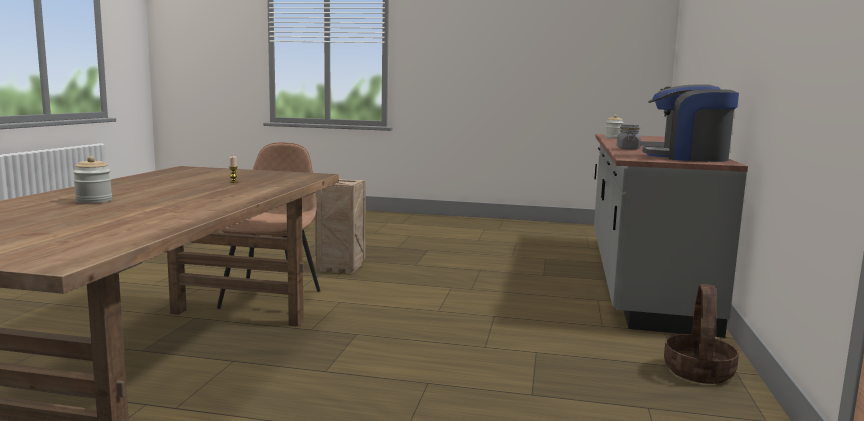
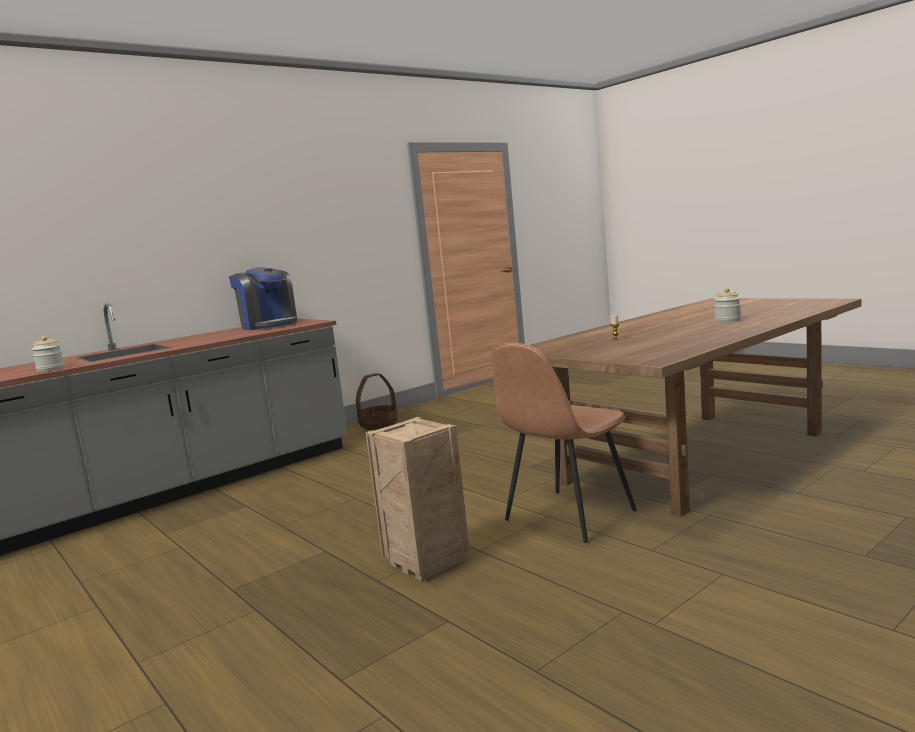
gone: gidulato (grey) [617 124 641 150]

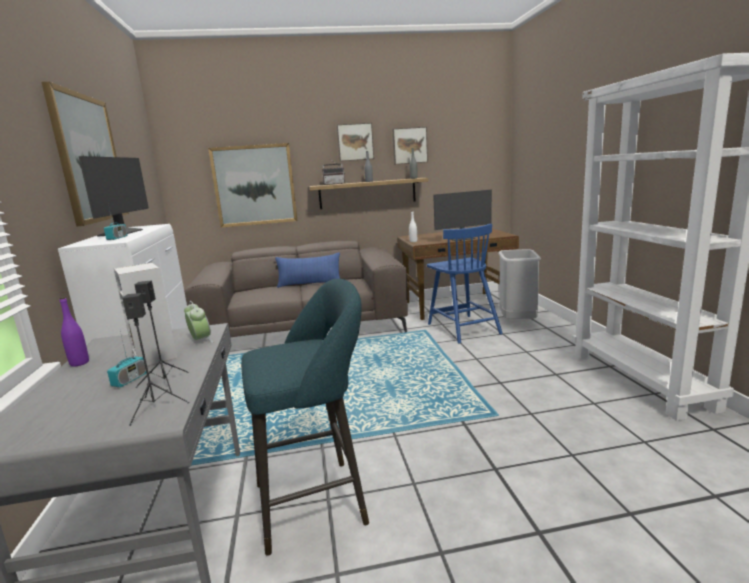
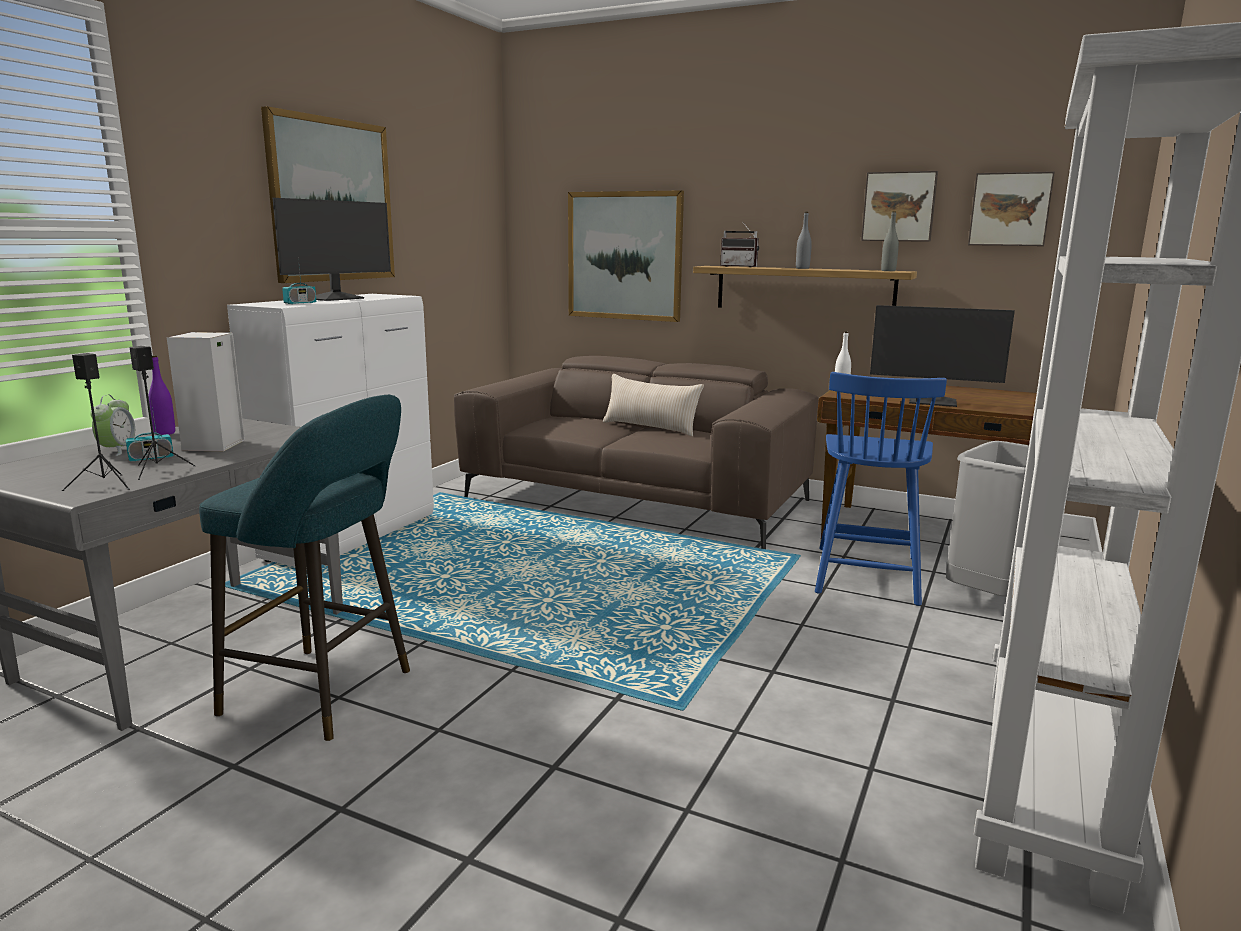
shifted: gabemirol [337 123 374 161] to [968 171 1055 246]; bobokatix [184 301 213 343] to [90 395 135 456]
repainted: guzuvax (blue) [275 253 340 288] to guzuvax (beige) [603 374 704 436]

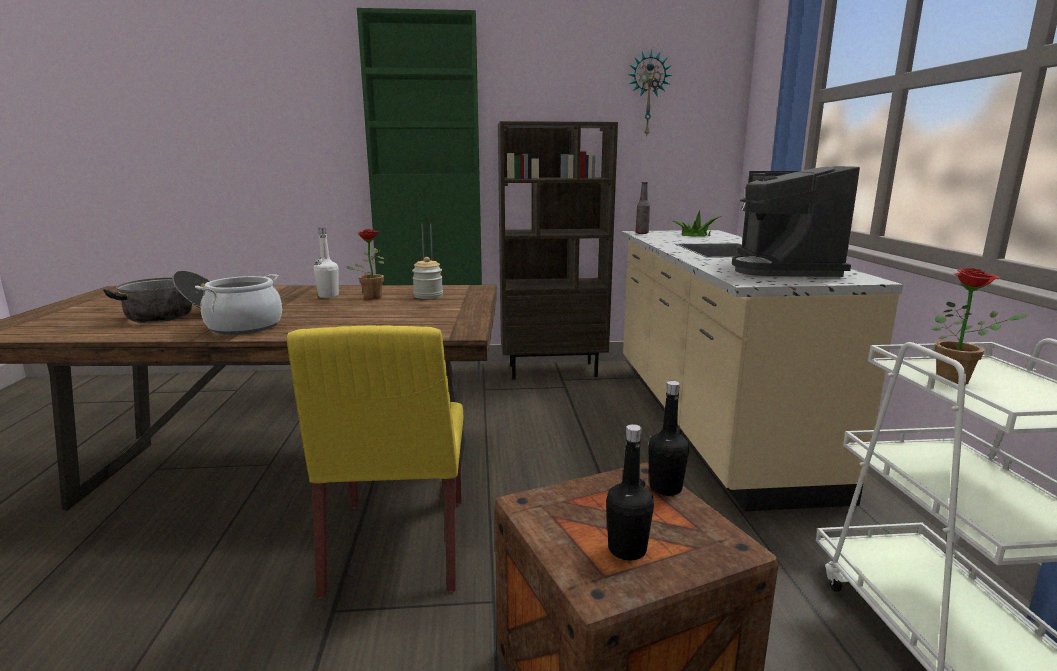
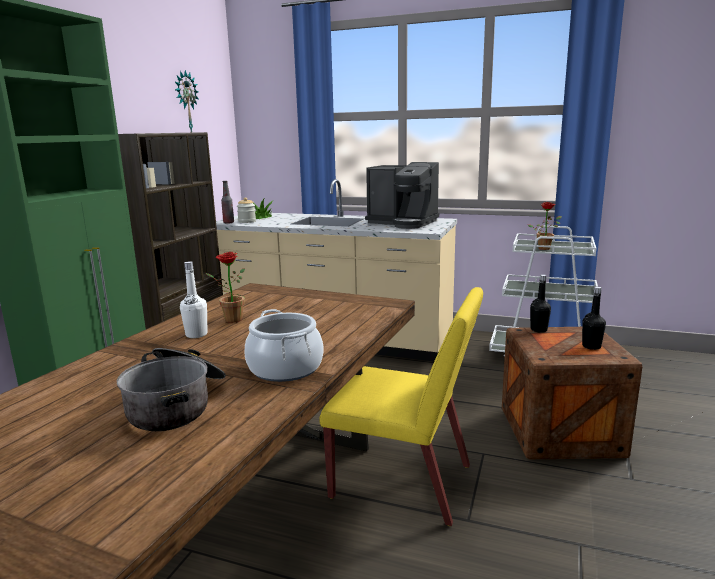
shifted: gidulato [412 257 443 299] to [237 197 256 223]

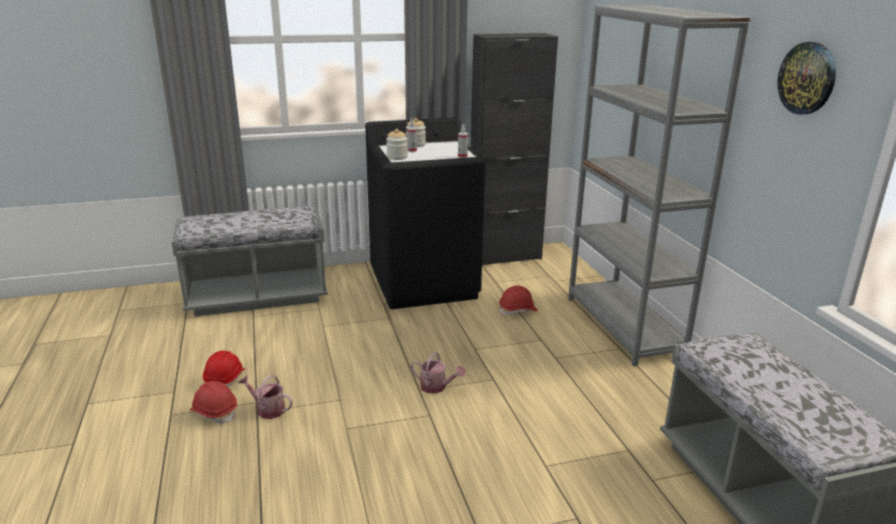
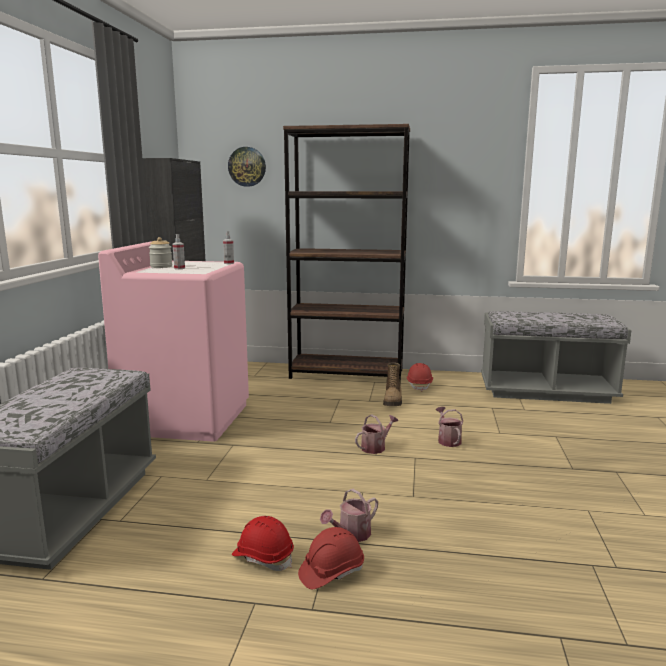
gone: gidulato [386 129 408 160]
new: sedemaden [383 362 402 406]; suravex [436 407 463 447]
shifted: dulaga [777 42 836 115] to [228 147 266 187]; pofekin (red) [499 285 538 315] to [407 363 433 391]
repainted: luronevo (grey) [568 5 751 367] to luronevo (brown) [283 124 410 383]; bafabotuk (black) [365 118 486 309] to bafabotuk (pink) [98 241 249 442]

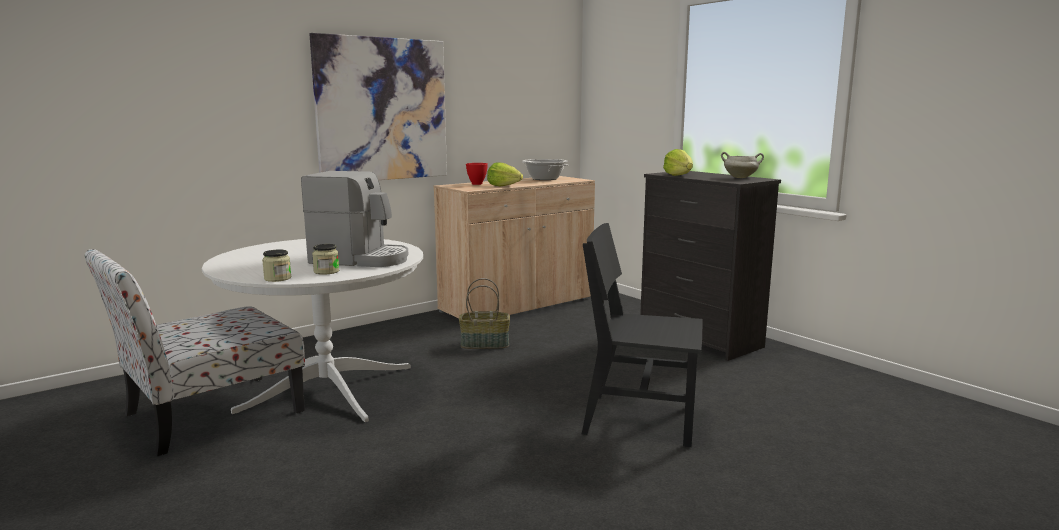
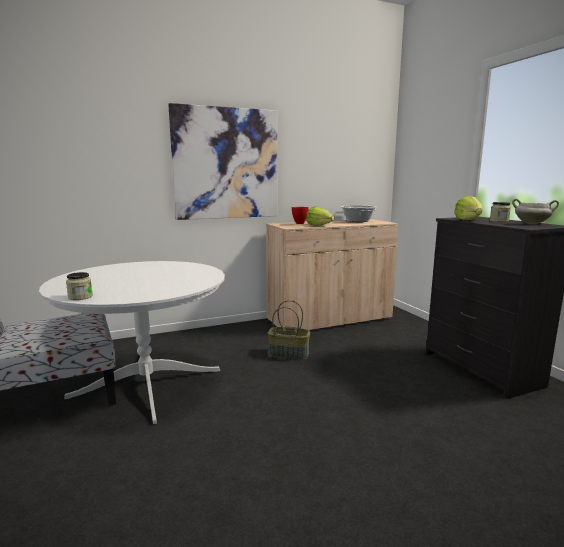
gone: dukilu [301 171 408 267]; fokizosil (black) [582 223 703 447]
shifted: gidulato [312 244 339 275] to [490 202 511 222]

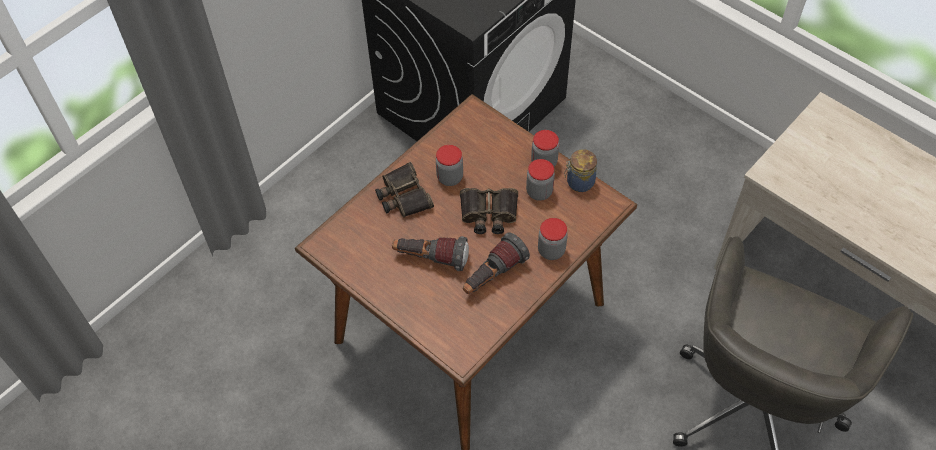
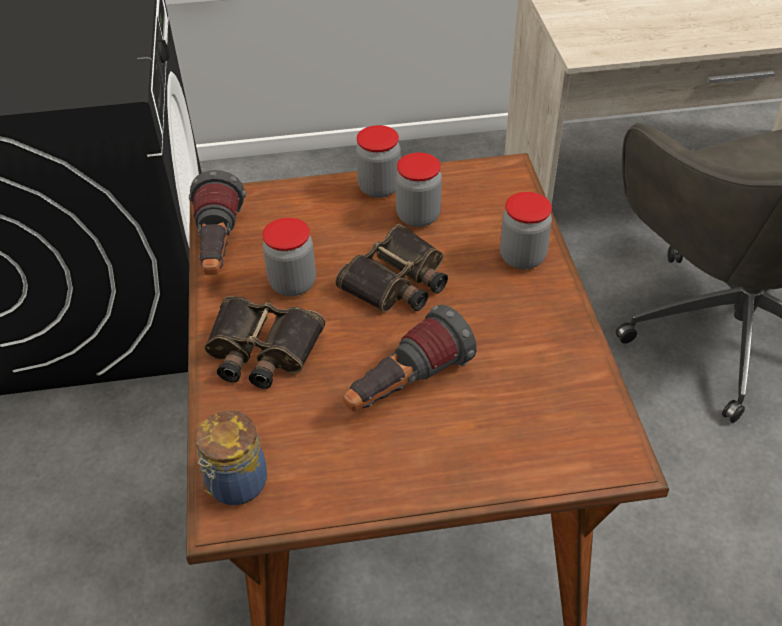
shifted: gidulato [564 149 597 192] to [196 411 267 505]; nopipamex [463 233 530 294] to [189 170 246 275]

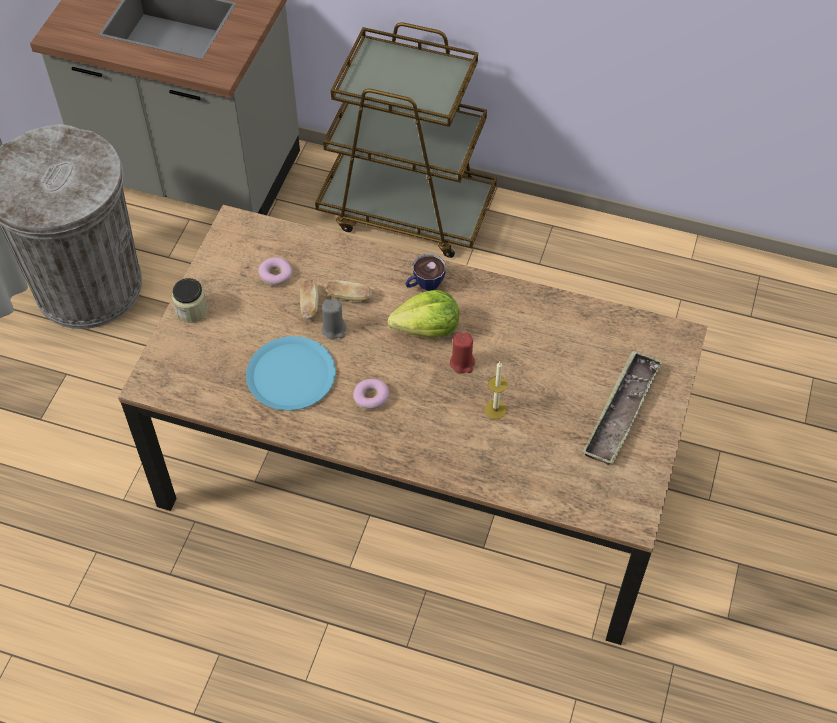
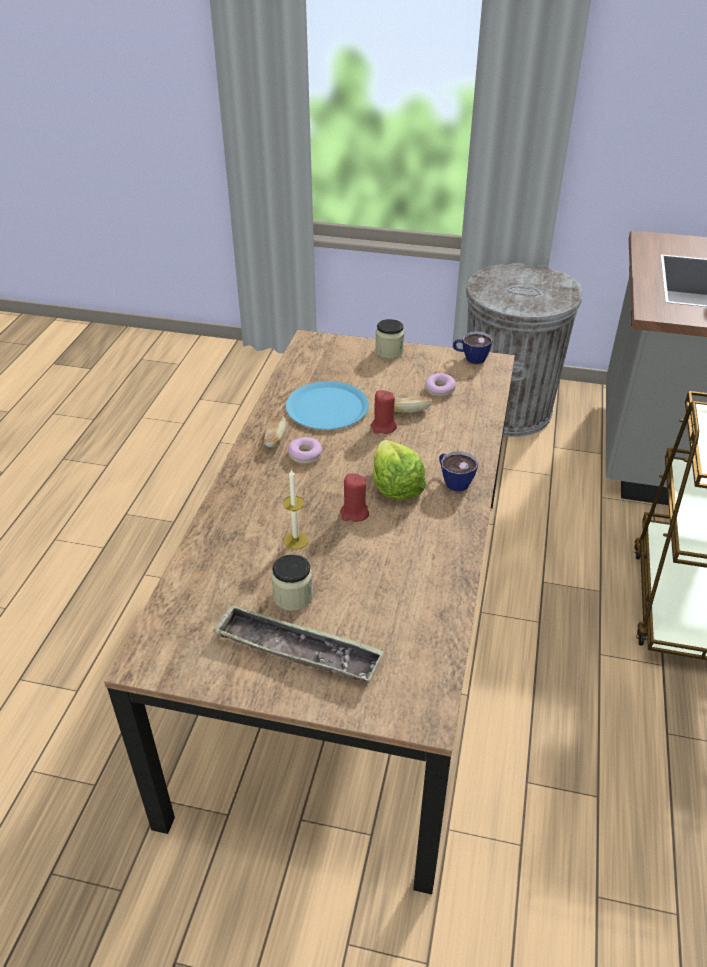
new: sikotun [453 331 493 364]; gidulato [271 554 313 611]
shifted: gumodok [325 280 372 301] to [264 415 286 447]
repainted: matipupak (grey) [322 299 346 340] to matipupak (red) [370 390 397 434]

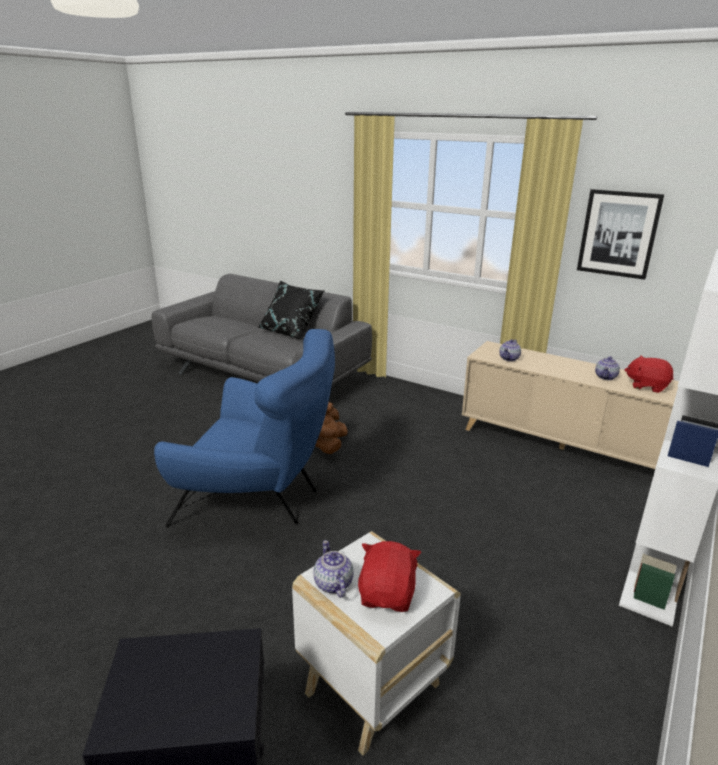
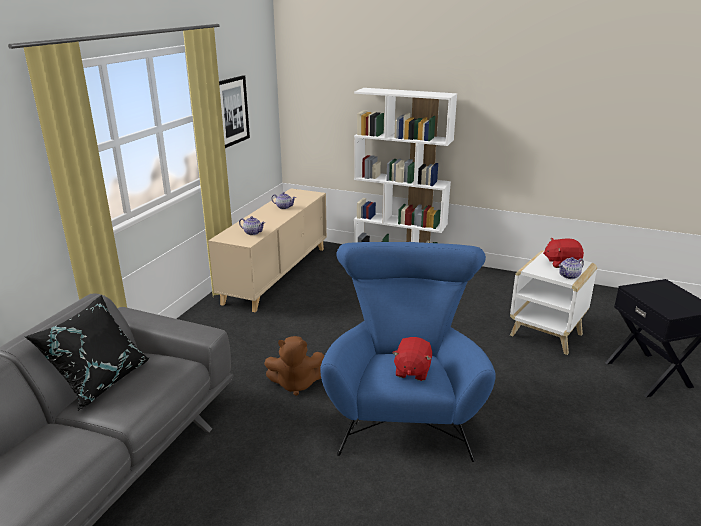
shifted: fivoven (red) [624 355 674 393] to [392 337 432 381]

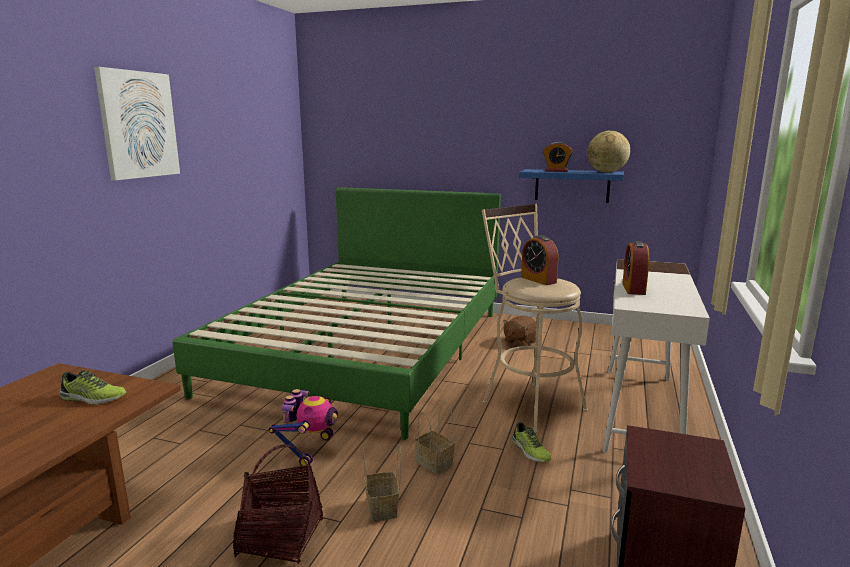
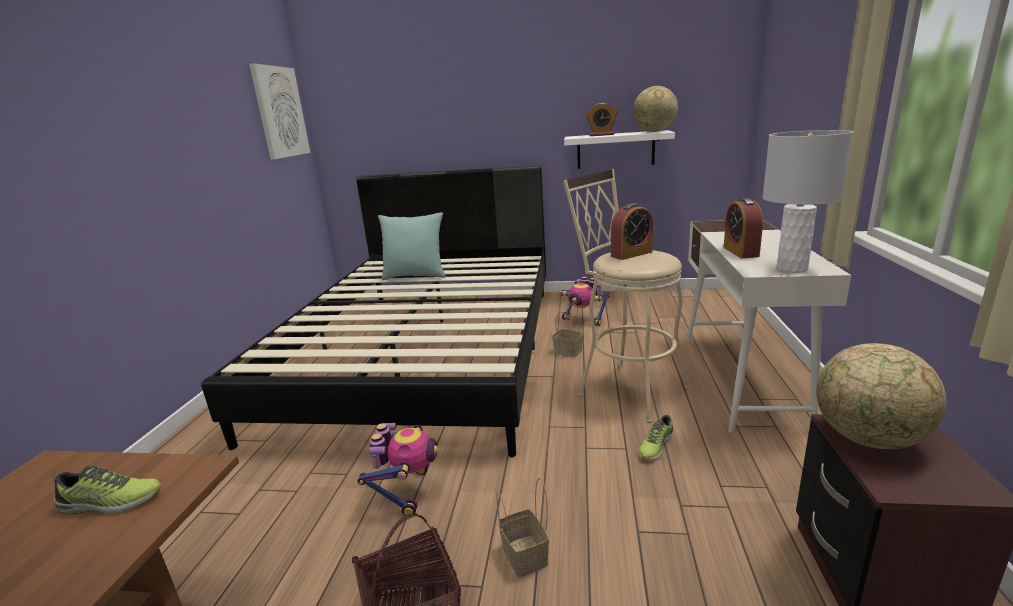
new: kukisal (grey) [762 130 854 273]; guzuvax (turquoise) [378 213 446 280]; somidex [816 343 947 449]
shifted: gabemirol [94 67 180 180] to [249 63 310 160]; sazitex [414 401 455 474] to [552 303 583 357]
swapped: fivoven (brown) [503 316 536 347] to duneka [561 277 610 326]
repainted: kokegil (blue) [519 169 624 203] to kokegil (white) [564 130 675 169]; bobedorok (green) [173 187 501 440] to bobedorok (black) [201 165 546 457]
rotated: bobokatix [521 235 559 285] = [611 203 653 260] 75 degrees counterclockwise; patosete [512 422 552 462] = [638 415 674 460] 75 degrees clockwise

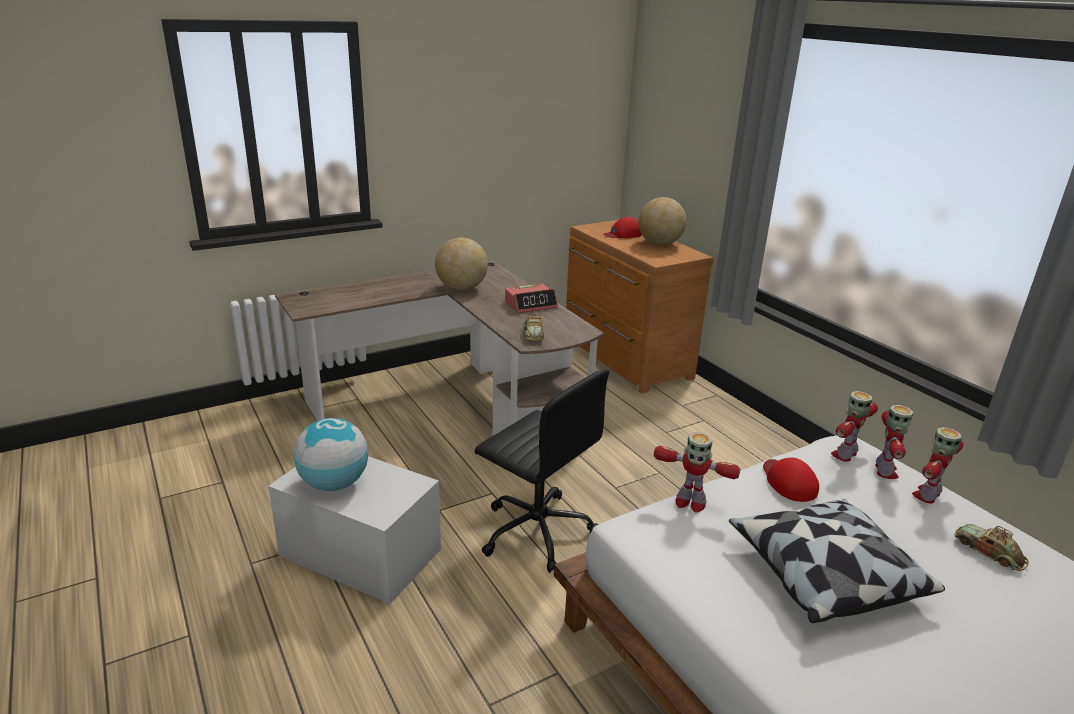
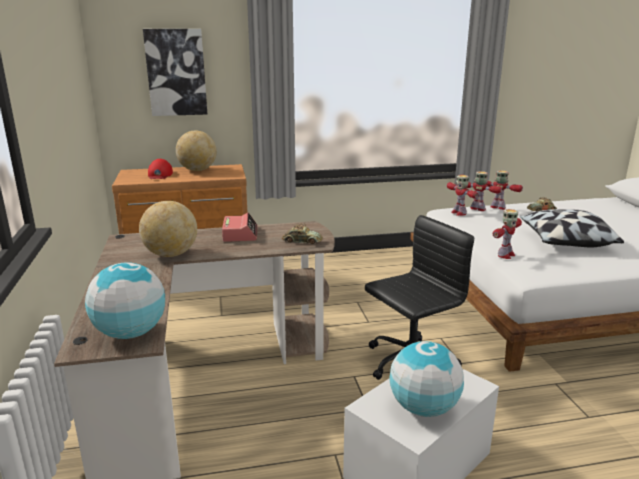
gone: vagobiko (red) [763 458 819 502]
new: gabemirol [143 29 207 116]; somidex [85 262 165 339]
rotated: duneka [912 427 963 503] = [485 170 523 210] 150 degrees clockwise

